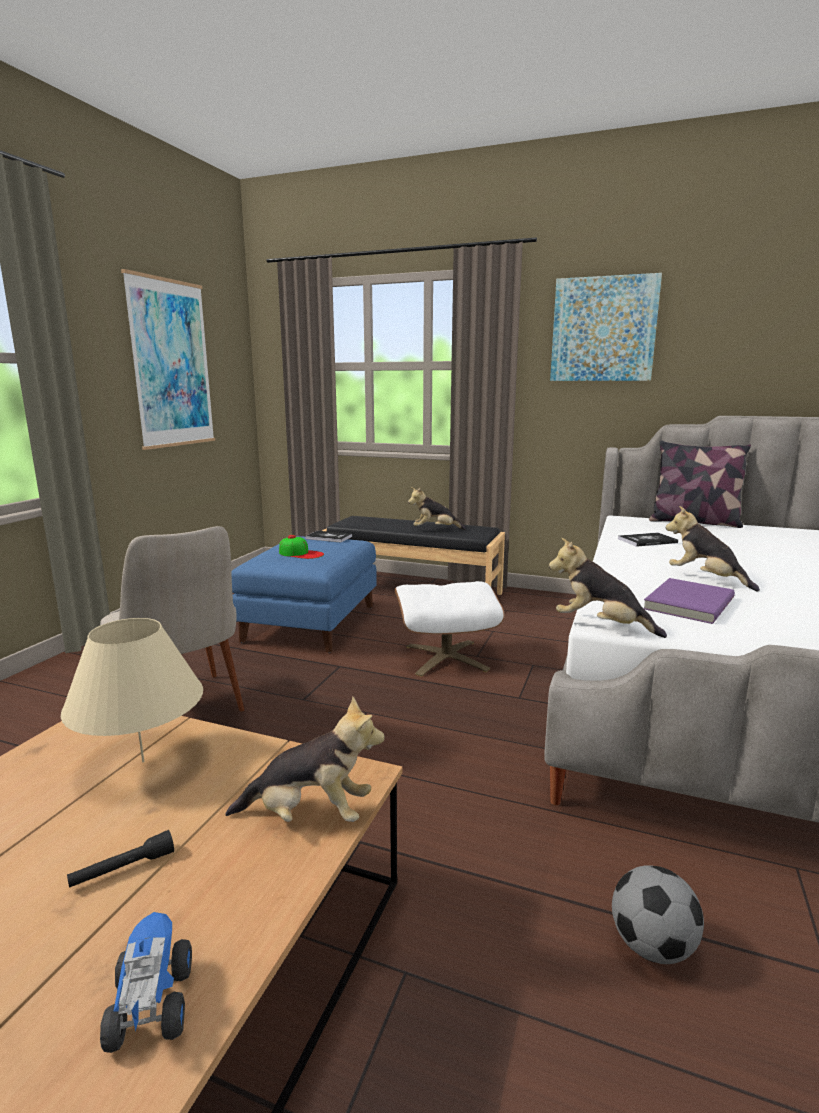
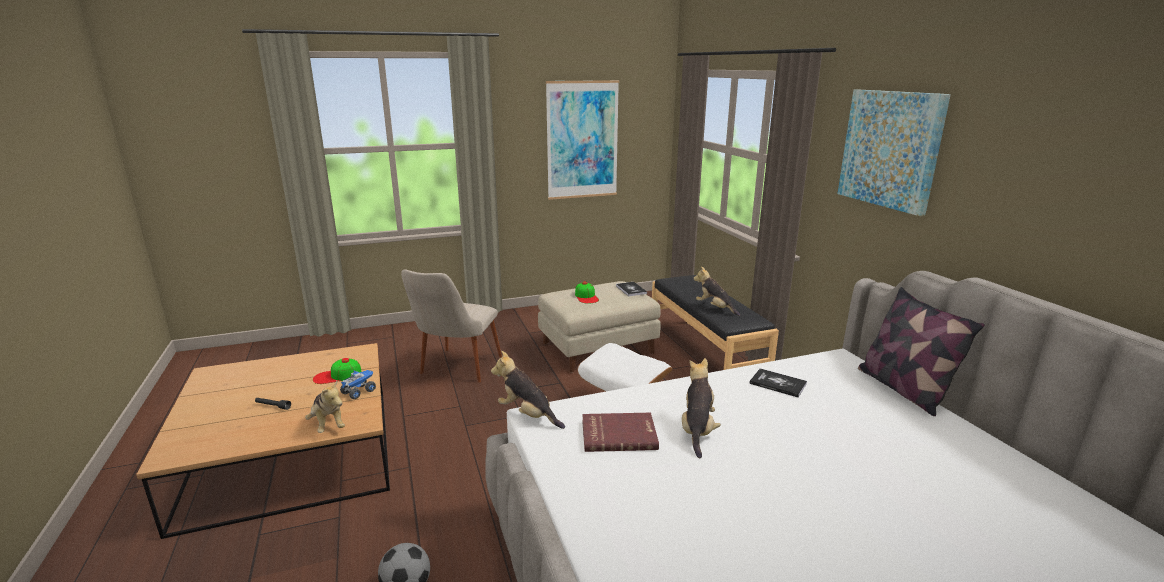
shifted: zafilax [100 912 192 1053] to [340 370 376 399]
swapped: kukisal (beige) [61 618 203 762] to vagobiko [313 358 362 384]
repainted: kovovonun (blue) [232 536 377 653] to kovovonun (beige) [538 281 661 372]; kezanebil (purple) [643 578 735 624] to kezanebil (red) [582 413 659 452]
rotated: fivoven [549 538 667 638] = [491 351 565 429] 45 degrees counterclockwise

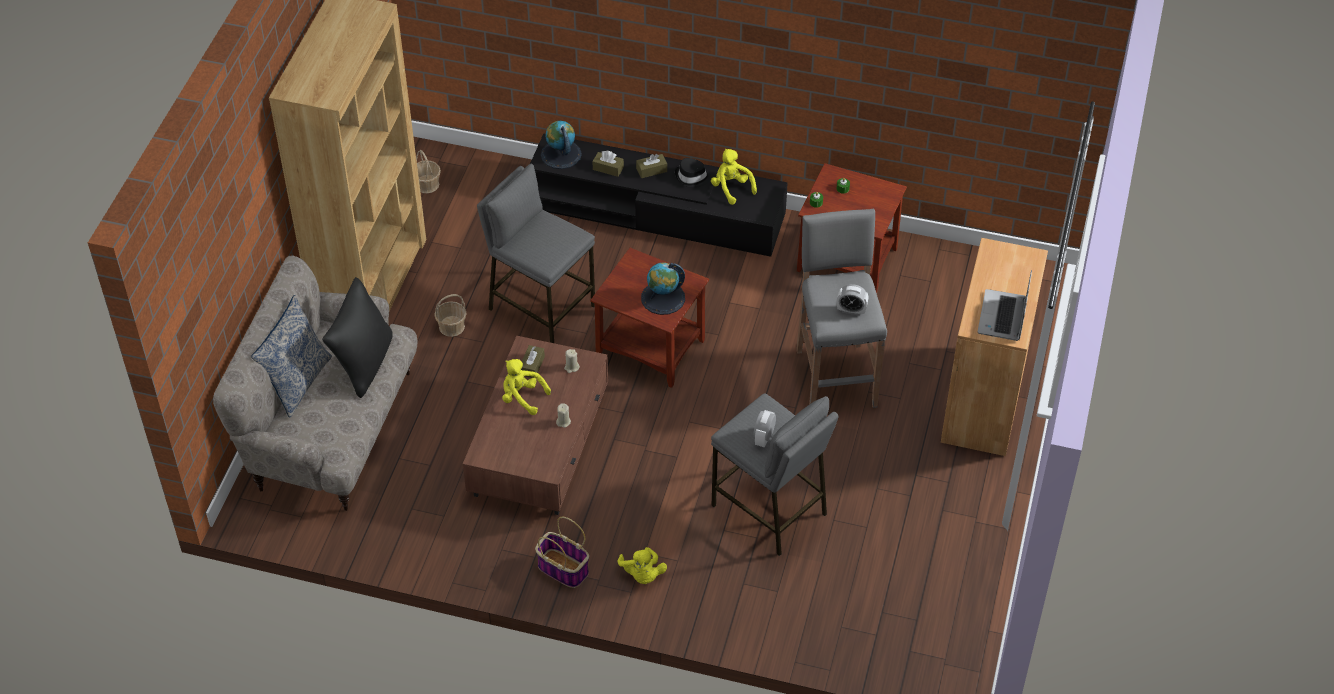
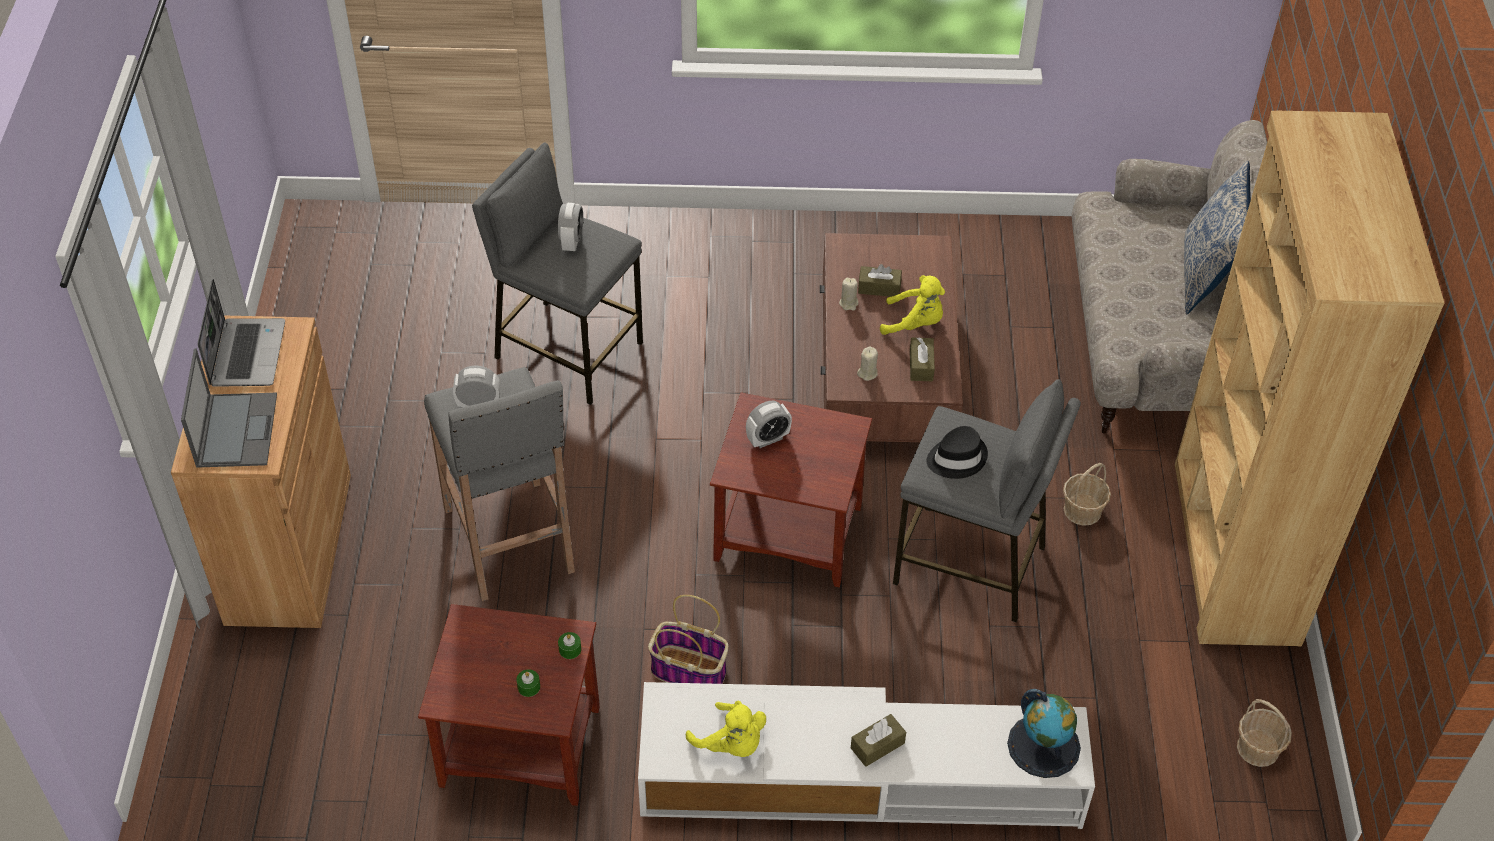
gone: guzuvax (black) [322 277 393 398]; fivoven (yellow) [618 547 667 584]
new: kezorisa [181 348 277 468]
shifted: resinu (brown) [592 151 624 177] to [858 264 902 297]; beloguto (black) [675 158 711 188] to [927 426 988 479]; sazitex [535 517 589 588] to [648 595 728 684]
swapped: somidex [641 263 685 315] to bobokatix [746 401 792 448]
repainted: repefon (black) [530 134 788 257] to repefon (white) [638 682 1095 829]

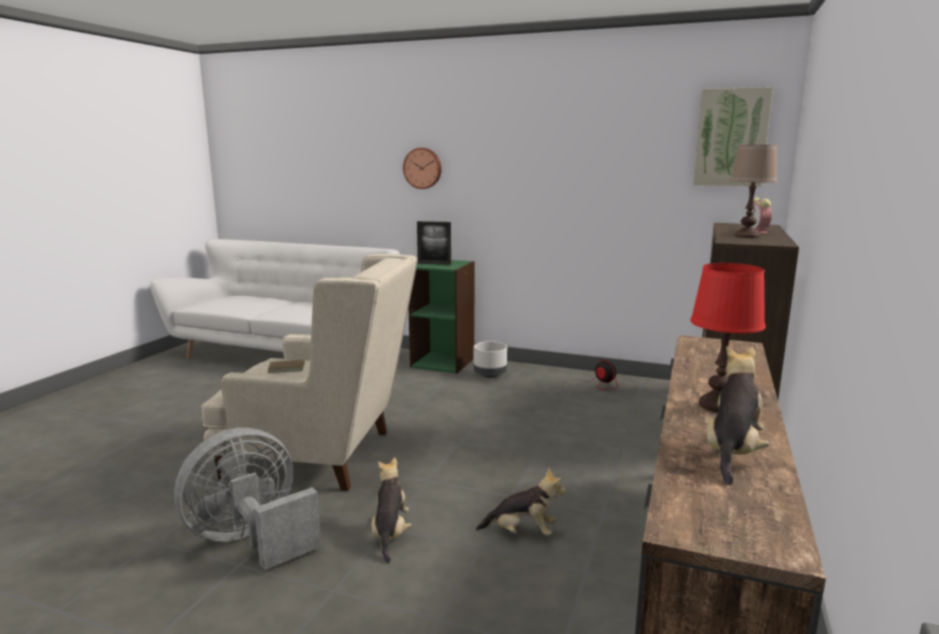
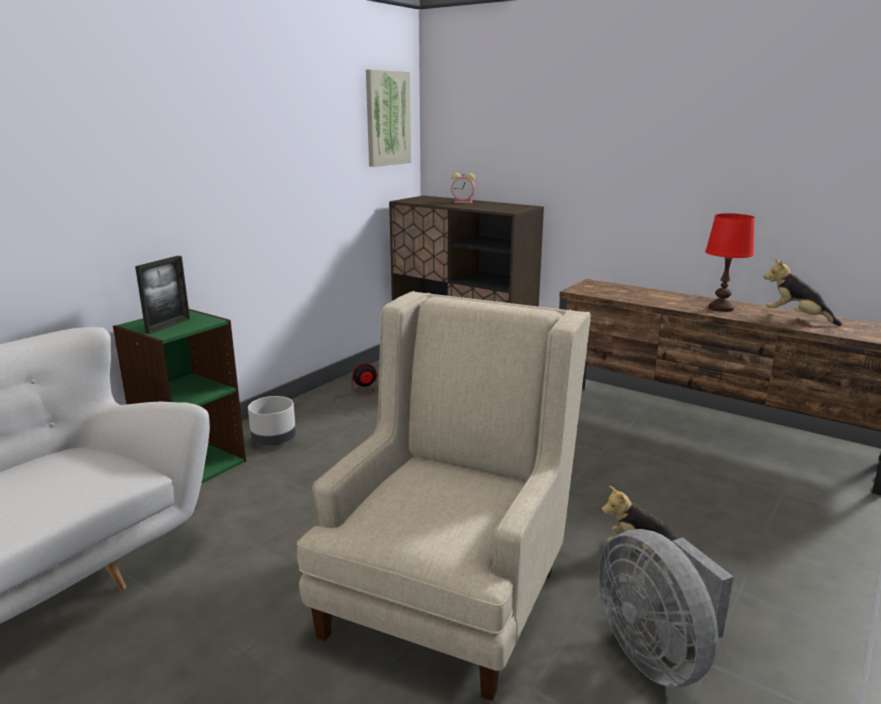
gone: kukisal (brown) [730 145 777 238]; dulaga [403 148 442 189]; kezanebil (brown) [267 360 305 373]; fivoven [476 468 566 536]

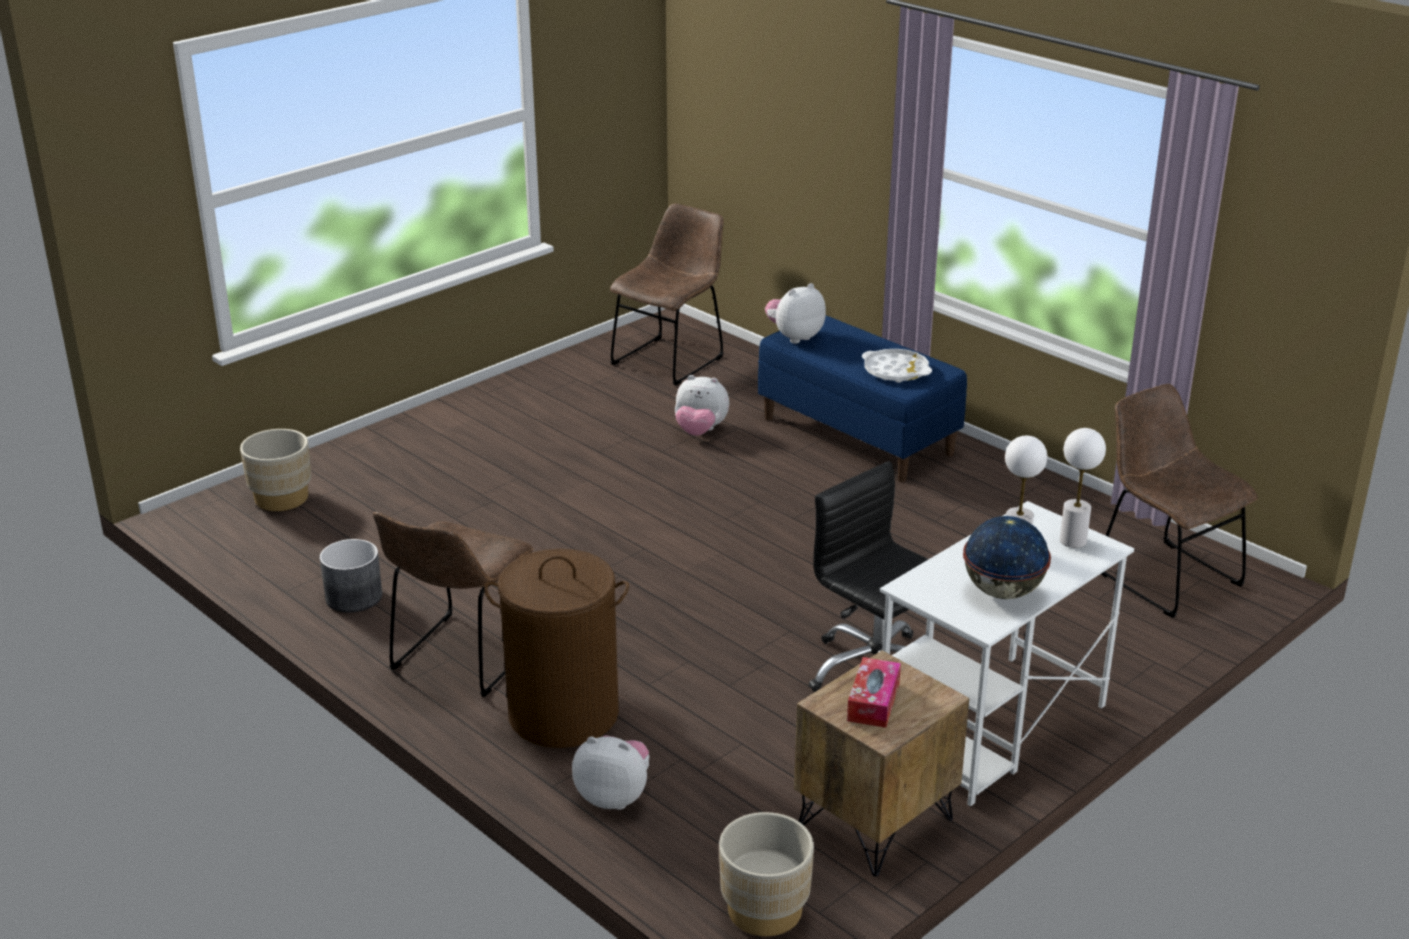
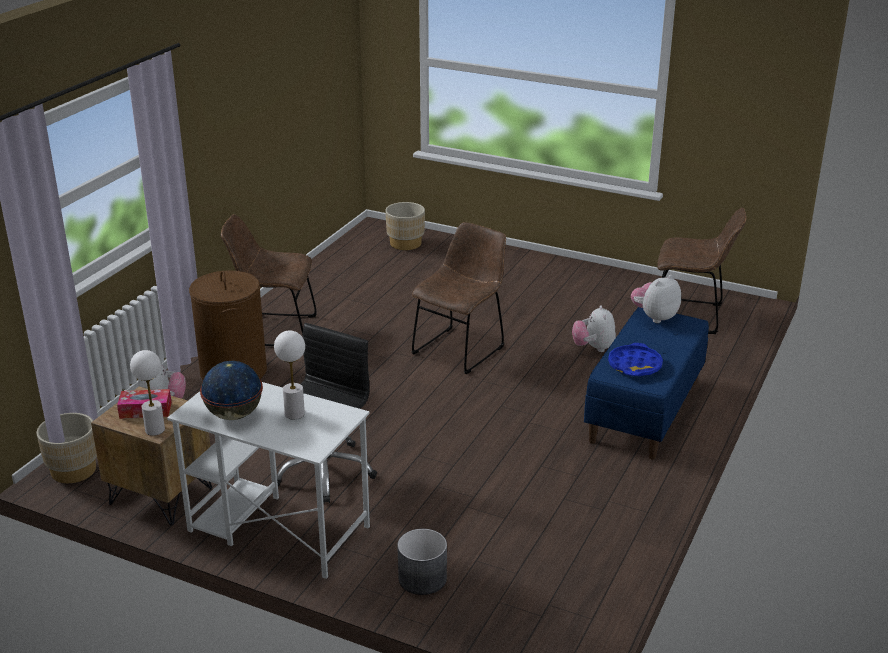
shifted: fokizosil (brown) [1101 384 1258 618] to [412 222 506 374]; kukisal (white) [1060 428 1106 548] to [130 350 165 436]; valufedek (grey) [320 539 382 613] to [397 529 447 595]
repainted: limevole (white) [862 349 932 383] to limevole (blue) [608 343 663 376]
rotated: fivoven [765 283 826 344] = [631 275 681 323] 75 degrees counterclockwise

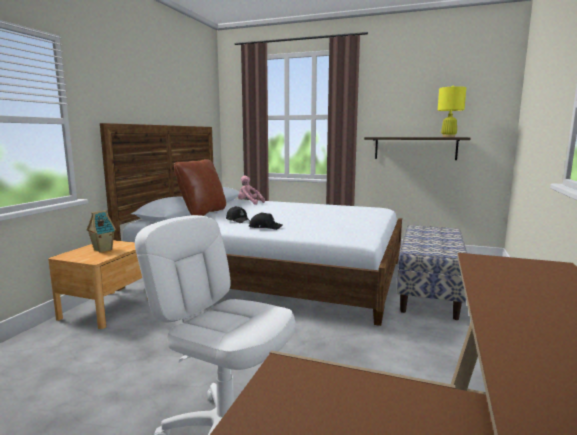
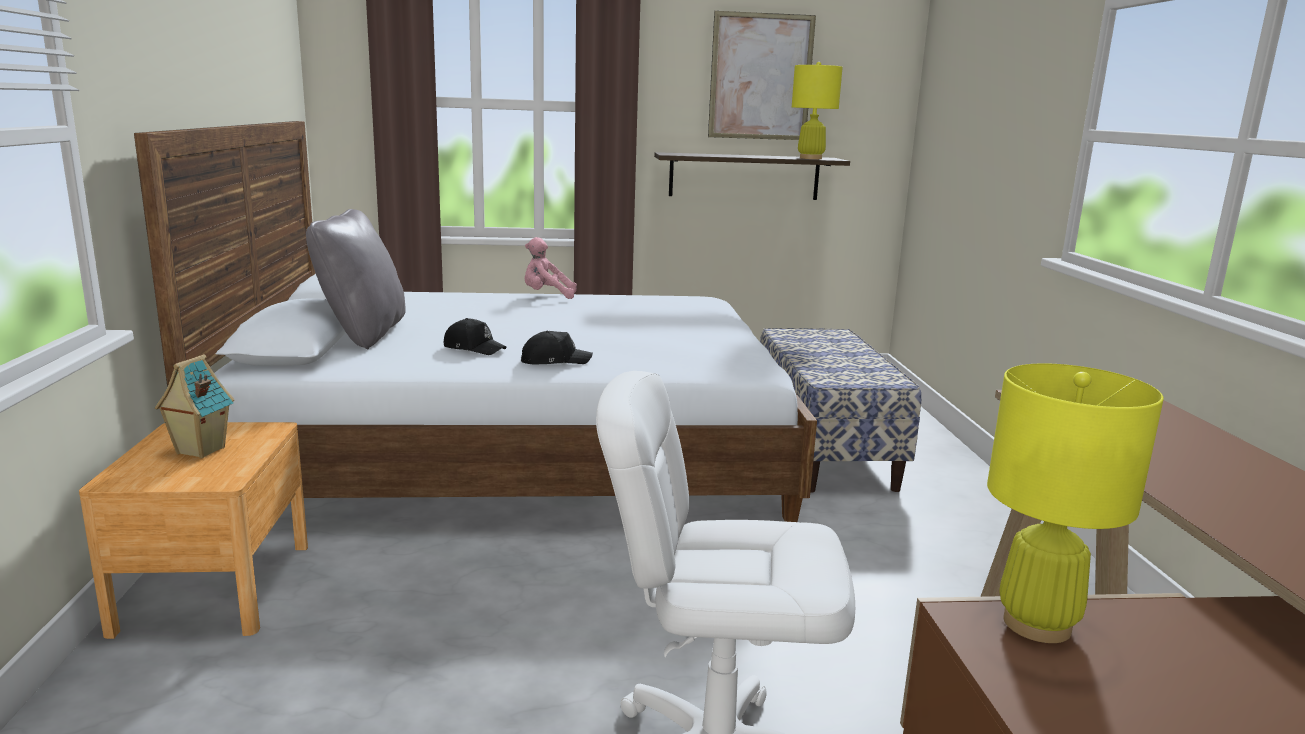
new: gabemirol [708 11 816 140]; kukisal (yellow) [987 363 1164 643]
shifted: fivoven (pink) [238 175 265 205] to [524 237 577 299]
repainted: guzuvax (brown) [174 159 226 216] to guzuvax (grey) [306 209 406 349]

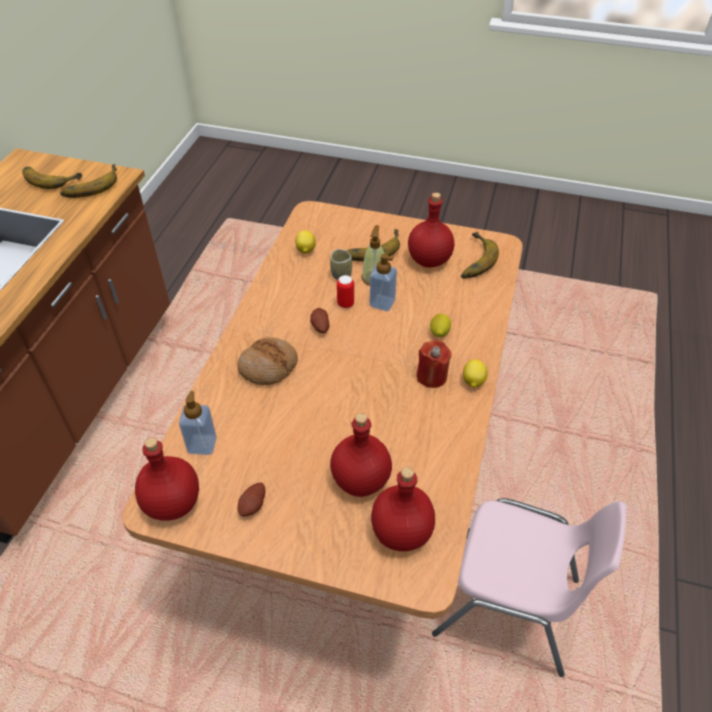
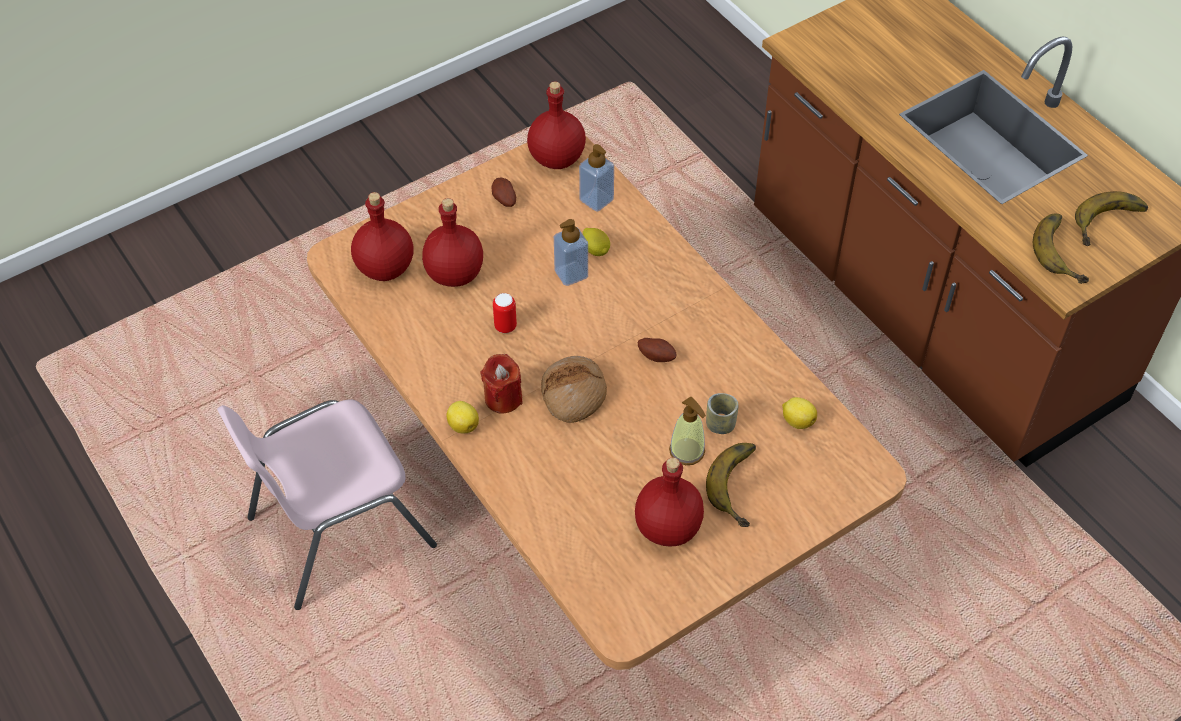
gone: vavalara [461 232 499 278]
shifted: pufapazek [370 254 397 311] to [554 219 588 286]; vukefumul [337 275 354 309] to [493 293 517 333]; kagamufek [430 314 451 337] to [583 228 610 256]; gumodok [237 337 298 385] to [541 356 607 423]

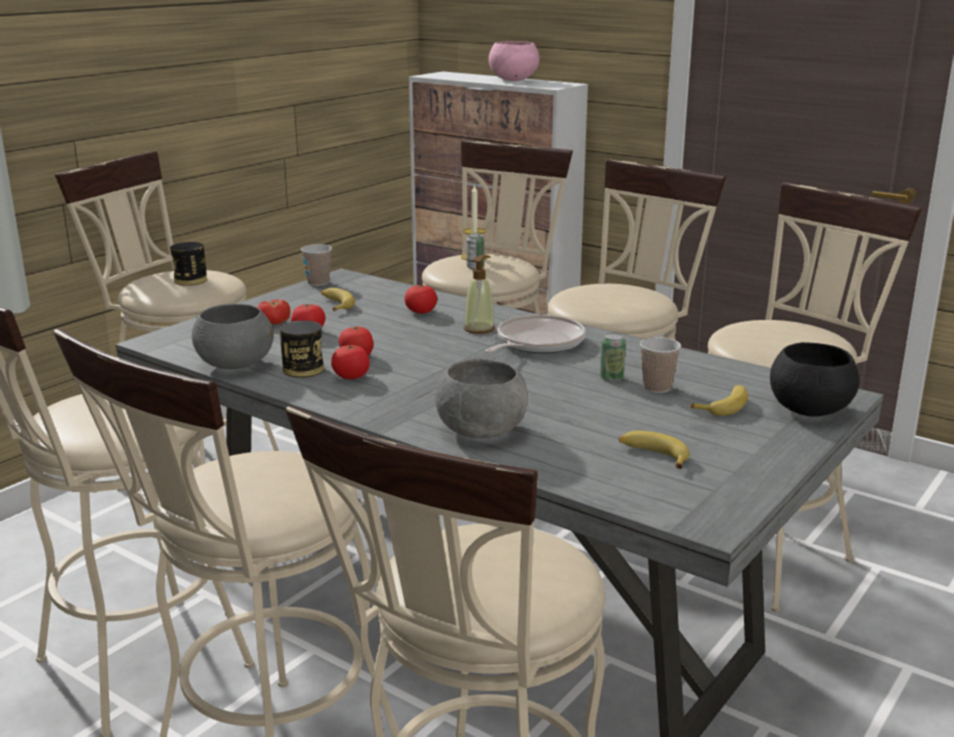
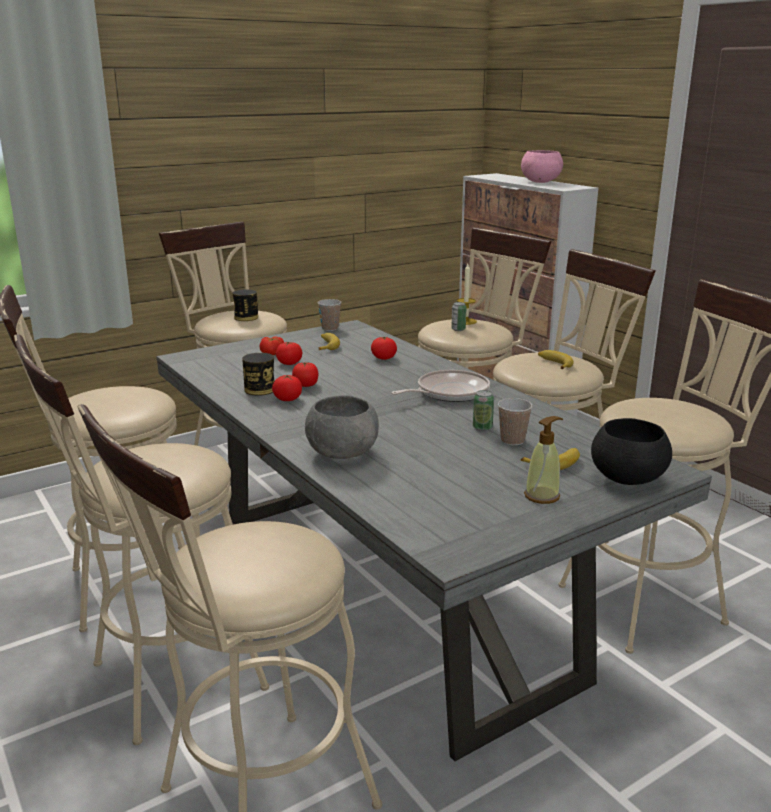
gone: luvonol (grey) [192 304 274 369]
shifted: pufapazek [464 255 495 334] to [524 416 563 504]; vavalara [619 431 690 469] to [538 350 574 369]

